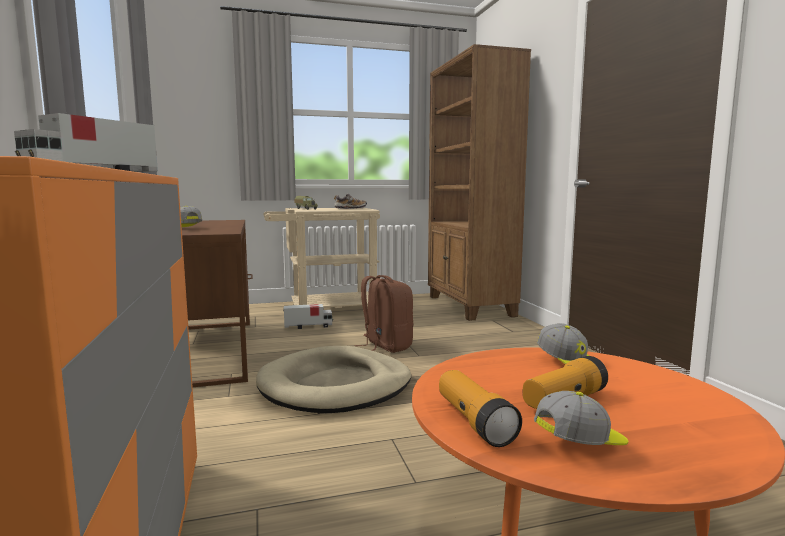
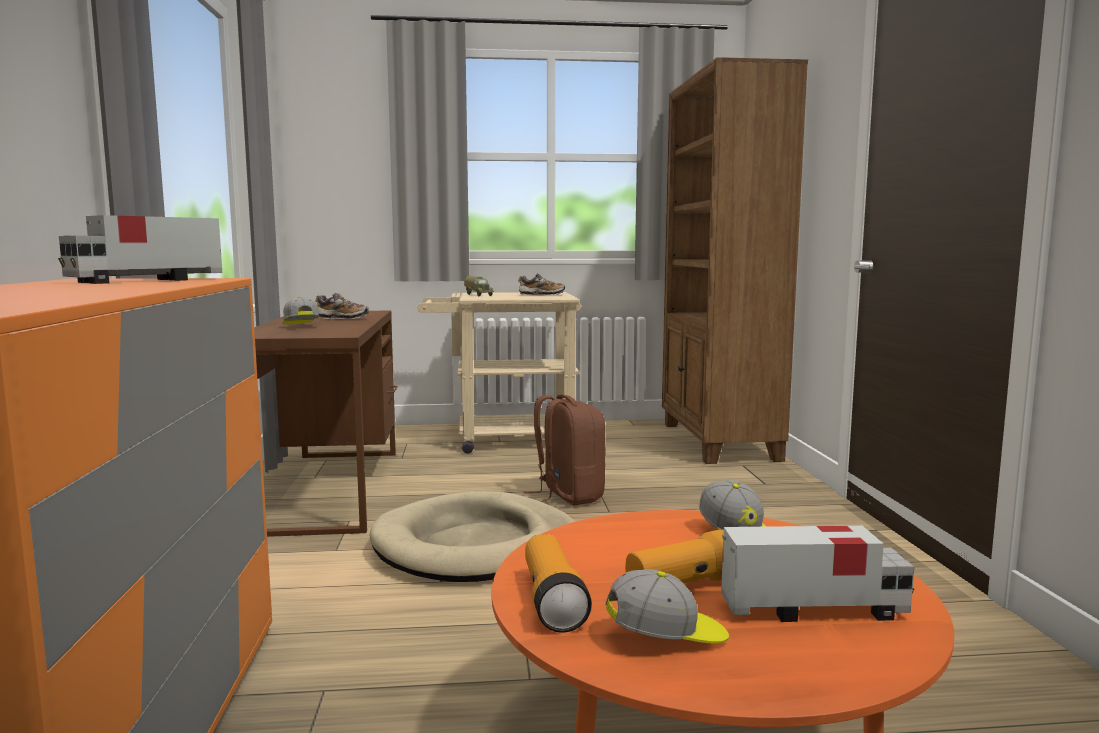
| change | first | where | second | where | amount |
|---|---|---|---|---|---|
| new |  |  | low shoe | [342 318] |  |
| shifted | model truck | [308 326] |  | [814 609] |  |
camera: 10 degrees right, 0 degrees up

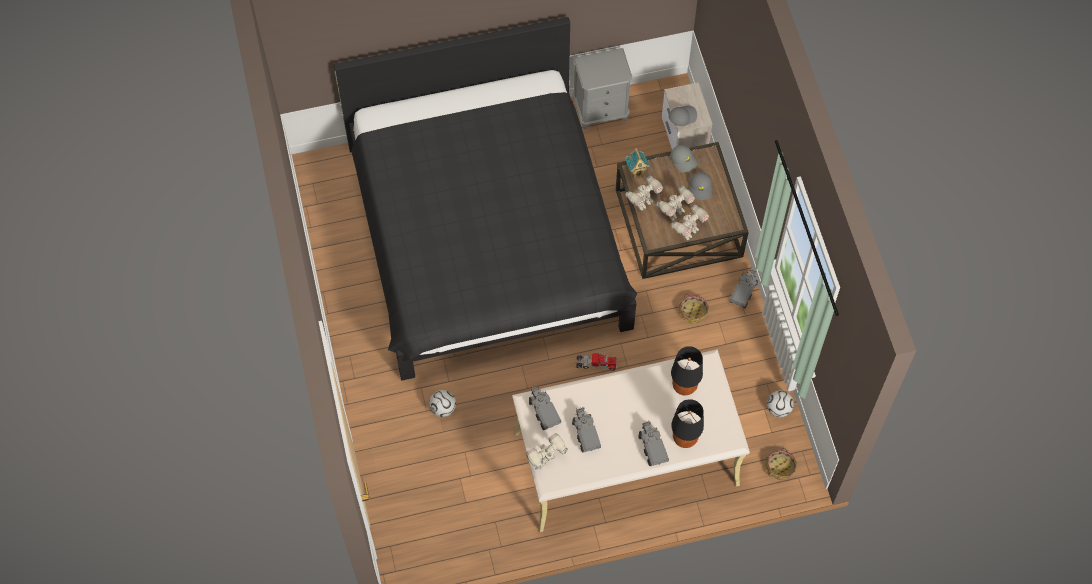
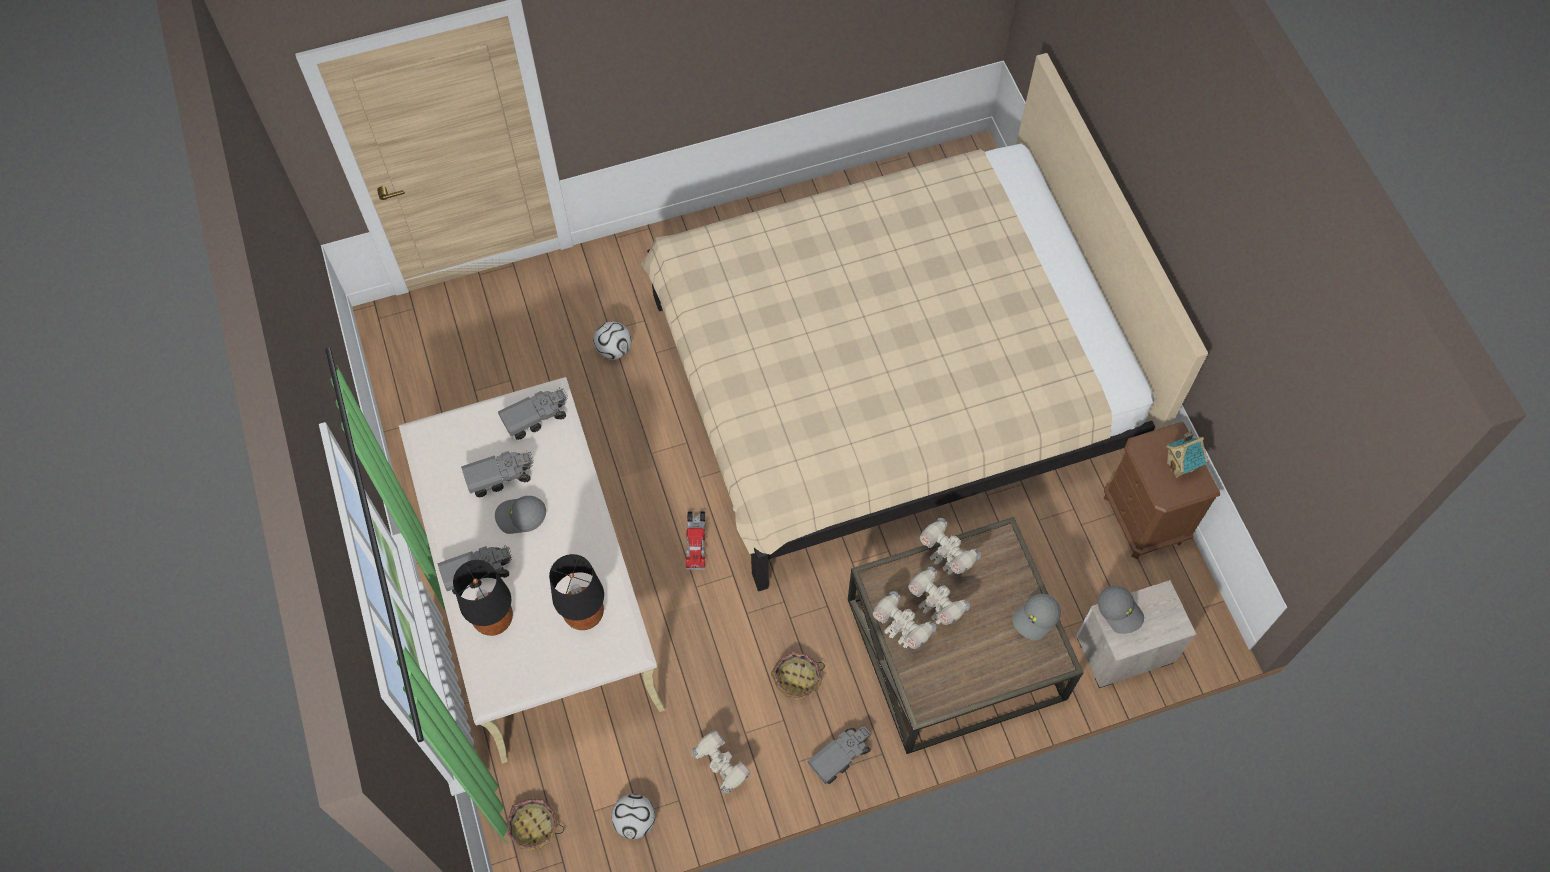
| change | first | where | second | where | amount |
|---|---|---|---|---|---|
| shifted | baseball cap in grey | [700 188] |  | [521 517] |  |
| repainted | bed in black | [486 237] | bed in sand-coloured | [891 378] |  |
| shifted | toy robot | [546 460] |  | [722 770] |  |
| rotated | model truck | [743 292] |  | [840 757] | 60 degrees counterclockwise |
| repainted | bedside table in grey | [601 111] | bedside table in brown-coloured | [1143 519] |  |
| shifted | model house | [636 171] |  | [1180 467] |  |
camera: 85 degrees right, 0 degrees up

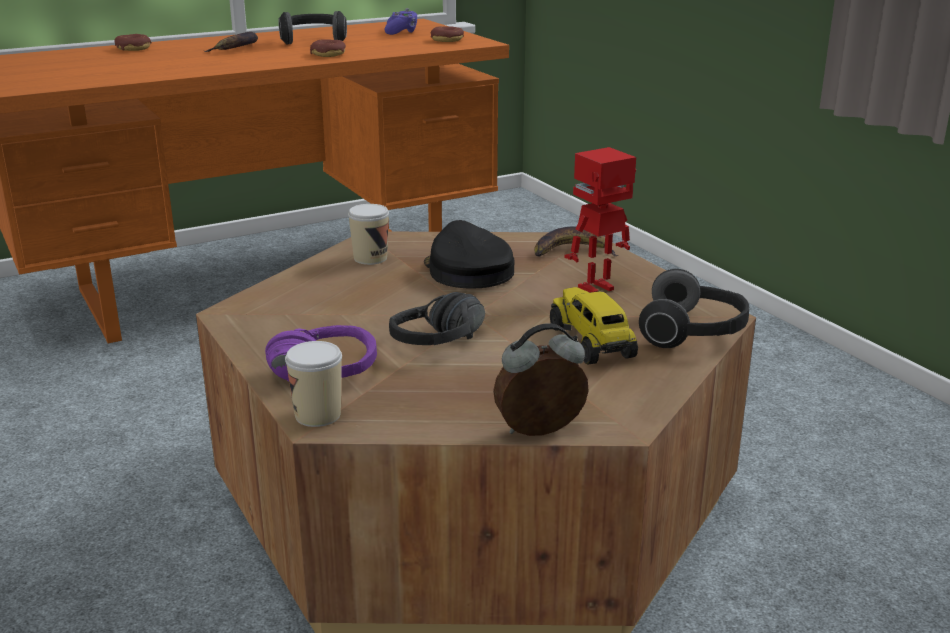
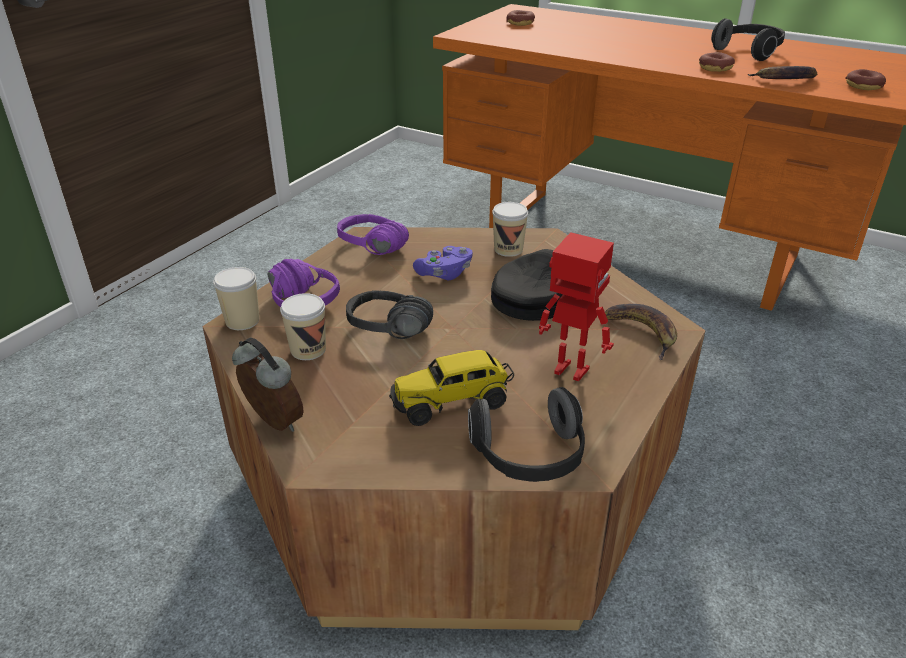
| change | first | where | second | where | amount |
|---|---|---|---|---|---|
| new |  |  | cup | [308 350] |  |
| new |  |  | headset in purplish | [366 250] |  |
| rotated | model truck | [592 343] |  | [452 402] | 150 degrees counterclockwise |
| shifted | game controller in purplish | [401 32] |  | [444 274] |  |
| shifted | ring doughnut | [133 48] |  | [520 23] |  |
| shifted | whole banana | [237 48] |  | [785 80] |  |
camera: 60 degrees right, 10 degrees up

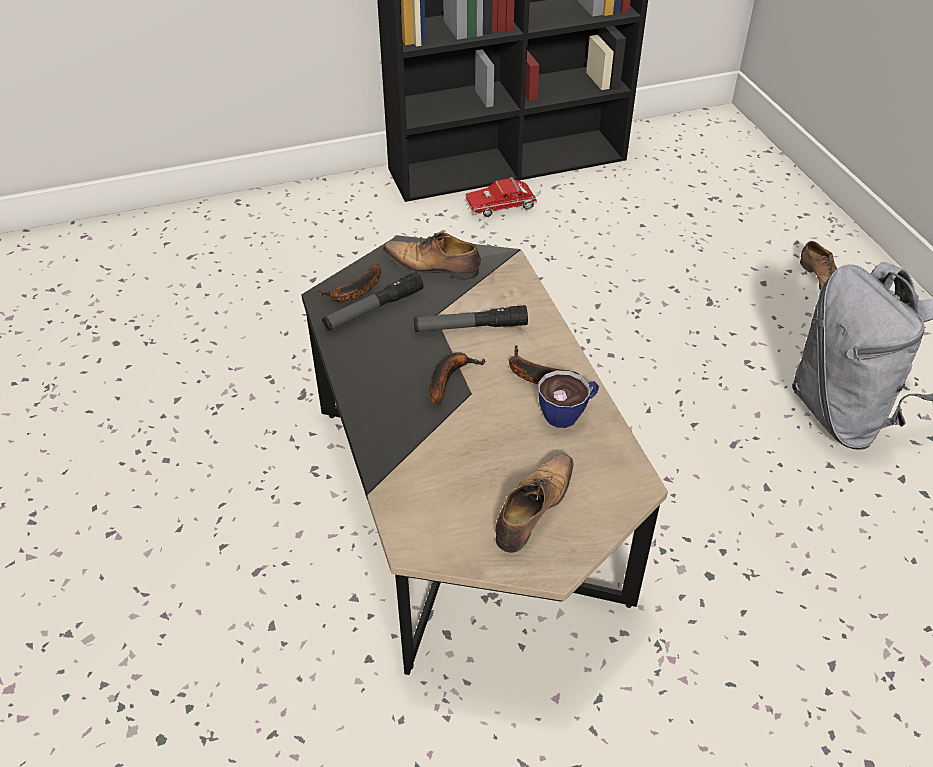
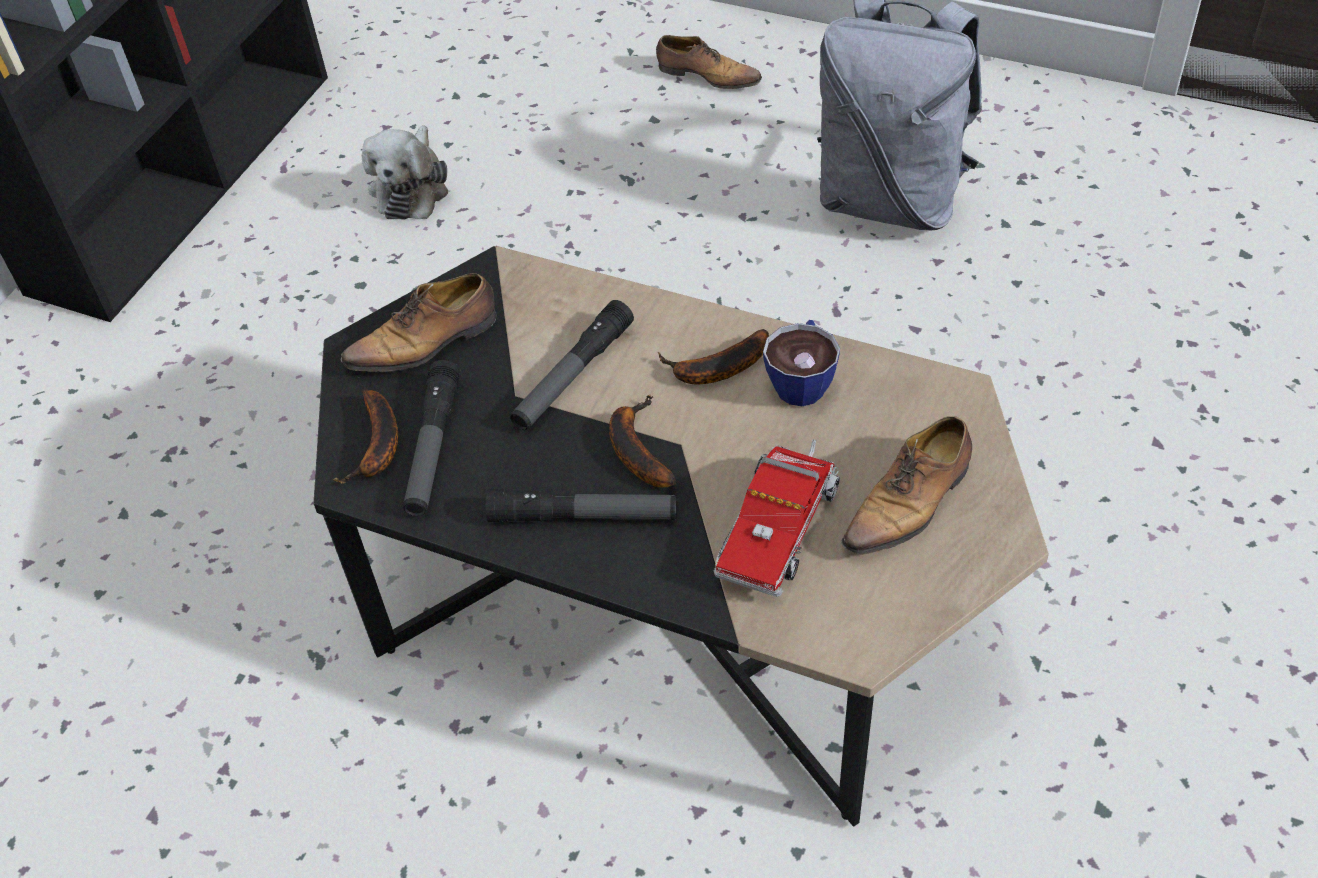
| change | first | where | second | where | amount |
|---|---|---|---|---|---|
| new |  |  | cuddly toy | [411 188] |  |
| new |  |  | hand torch | [583 516] |  |
| shifted | model truck | [504 207] |  | [779 525] |  |
| rotated | low shoe | [533 509] |  | [910 503] | 120 degrees counterclockwise |
camera: 45 degrees left, 5 degrees up

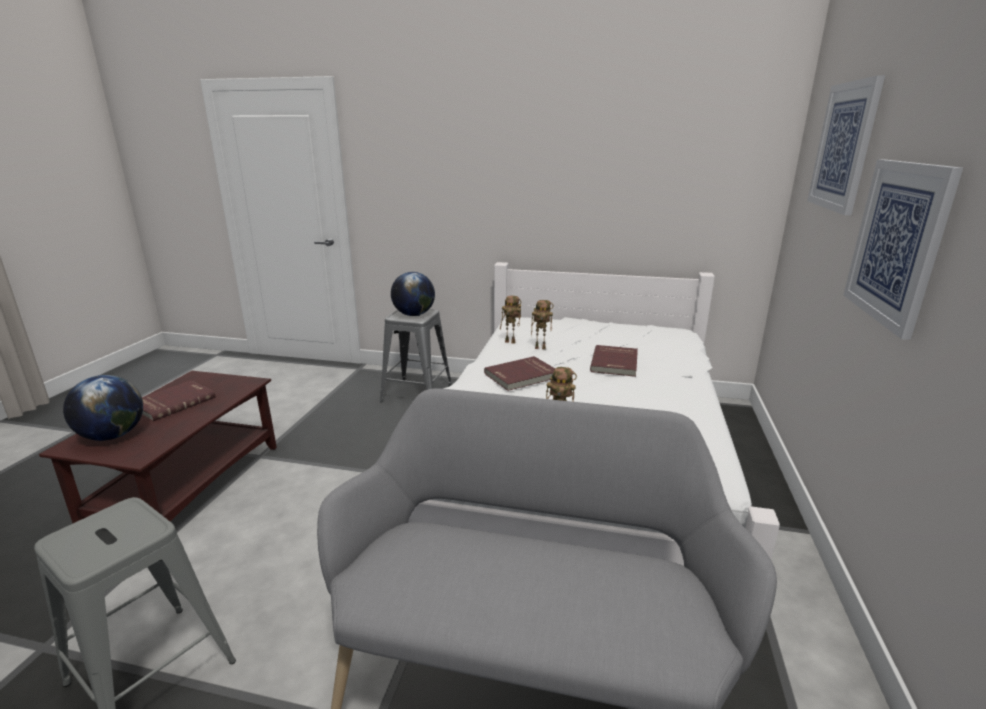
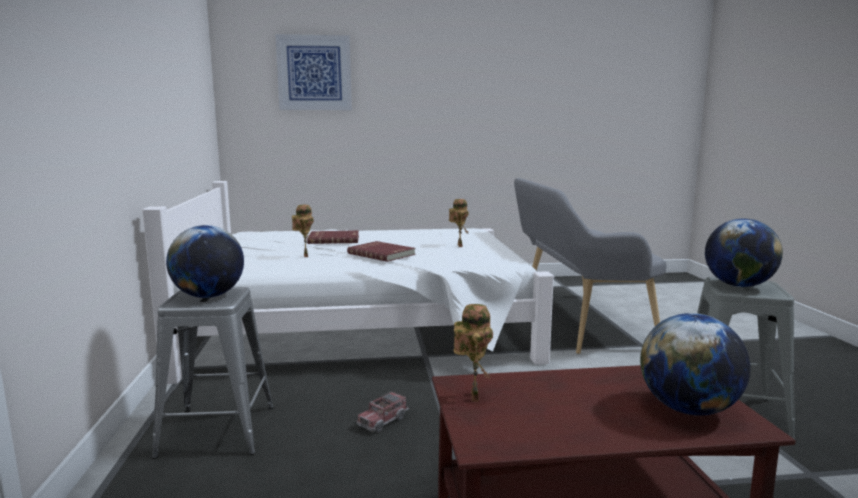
| change | first | where | second | where | amount |
|---|---|---|---|---|---|
| new |  |  | model truck | [383 421] |  |
| shifted | toy robot | [511 342] |  | [472 396] |  |
| new |  |  | globe | [738 285] |  |
| gone | bound book in red | [173 402] |  |  |  |
| gone | wall picture | [896 243] |  |  |  |
camera: 110 degrees left, 10 degrees down

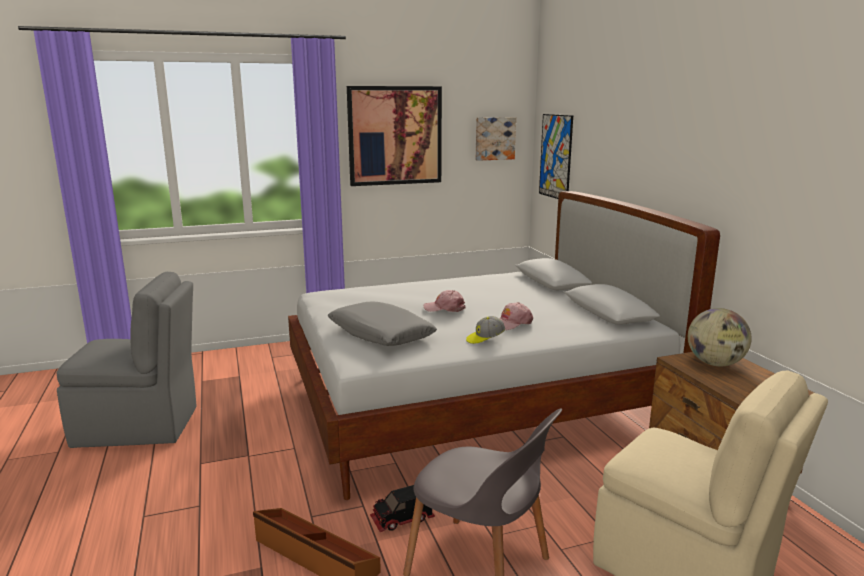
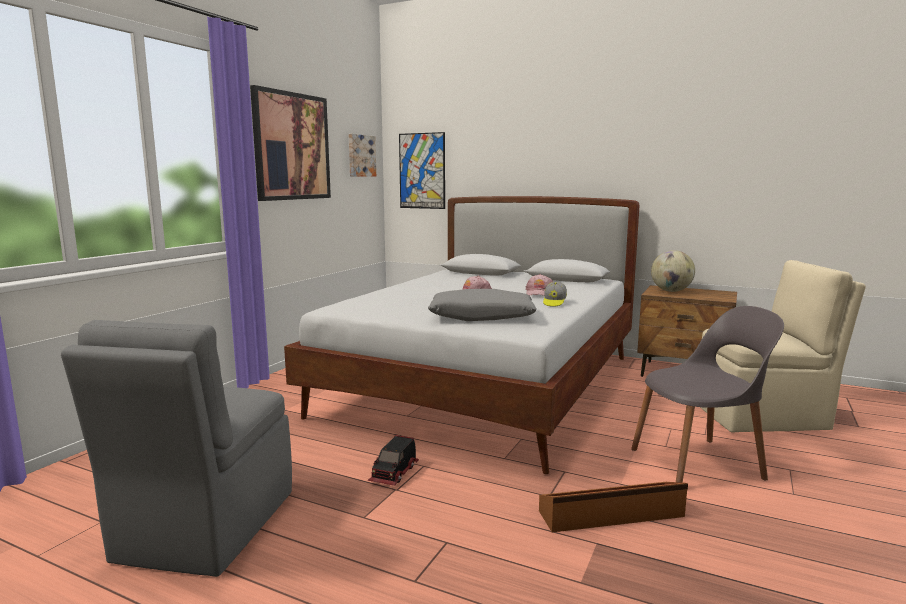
| change | first | where | second | where | amount |
|---|---|---|---|---|---|
| rotated | chair in grey | [140 426] |  | [204 527] | 150 degrees clockwise |
| shifted | model truck | [402 519] |  | [395 473] |  |
camera: 45 degrees left, 5 degrees down

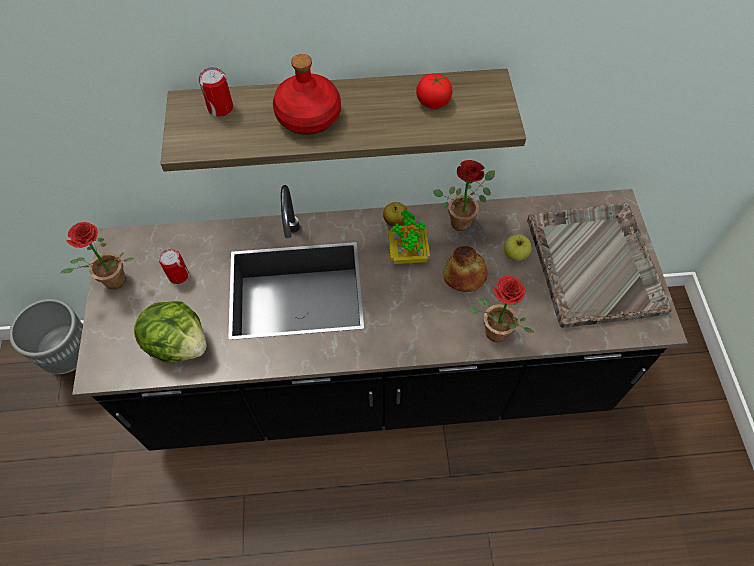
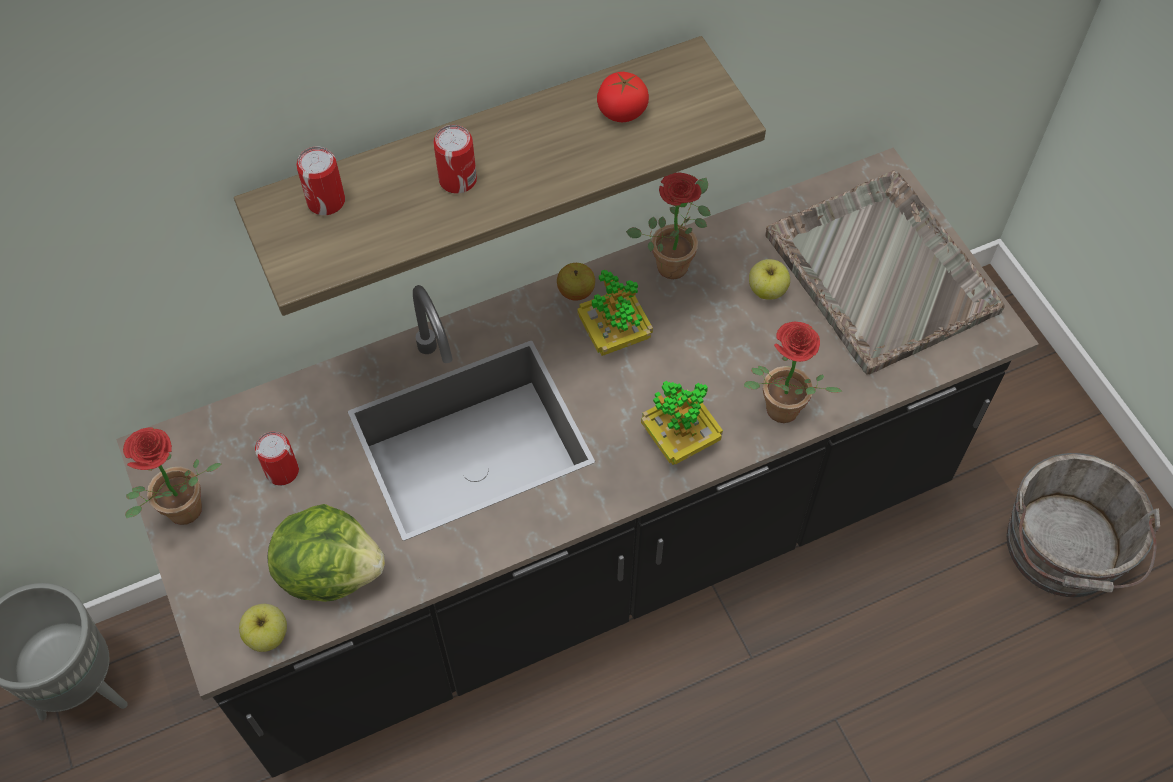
| change | first | where | second | where | amount |
|---|---|---|---|---|---|
| new |  |  | apple fruit | [268 635] |  |
| swapped | bottle in red | [307 116] | metal can | [458 180] |  |
| new |  |  | plant in a pot | [680 439] |  |
| new |  |  | pail in grey | [1063 551] |  |
| gone | bakery bread | [464 275] |  |  |  |
camera: 20 degrees left, 0 degrees up

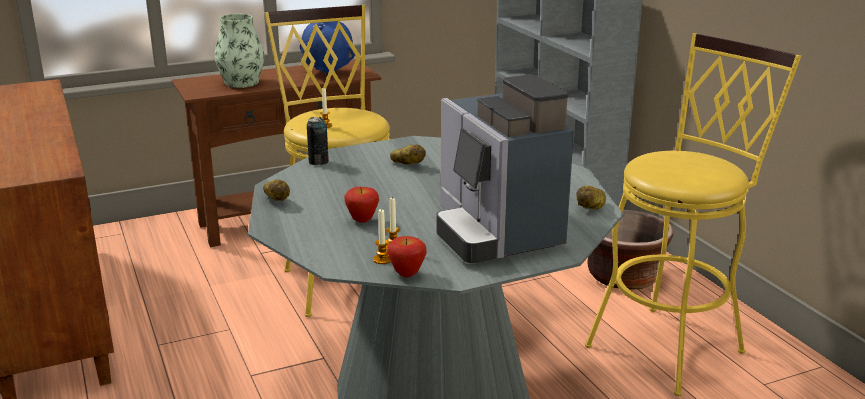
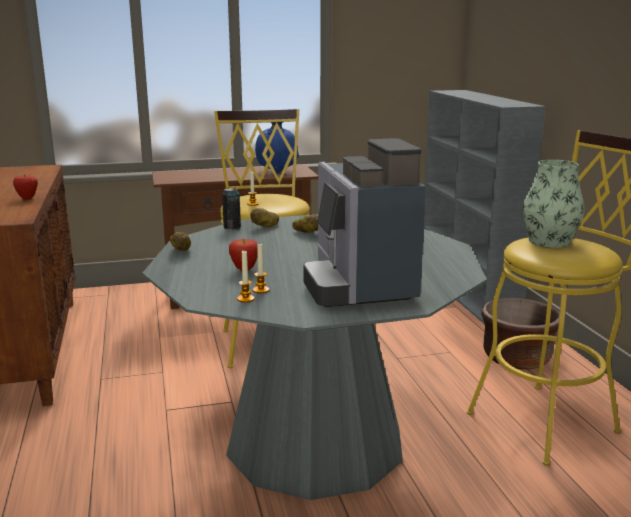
| change | first | where | second | where | amount |
|---|---|---|---|---|---|
| shifted | apple fruit | [407 274] |  | [27 198] |  |
| shifted | spud | [591 208] |  | [265 226] |  |
| shifted | decorative vase | [242 83] |  | [549 241] |  |
camera: 10 degrees right, 5 degrees down

